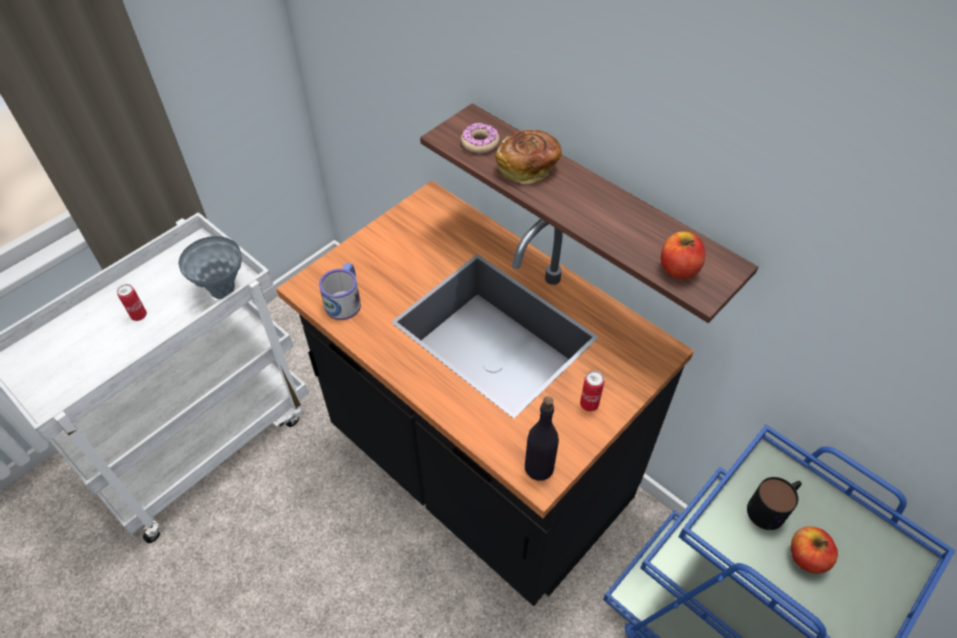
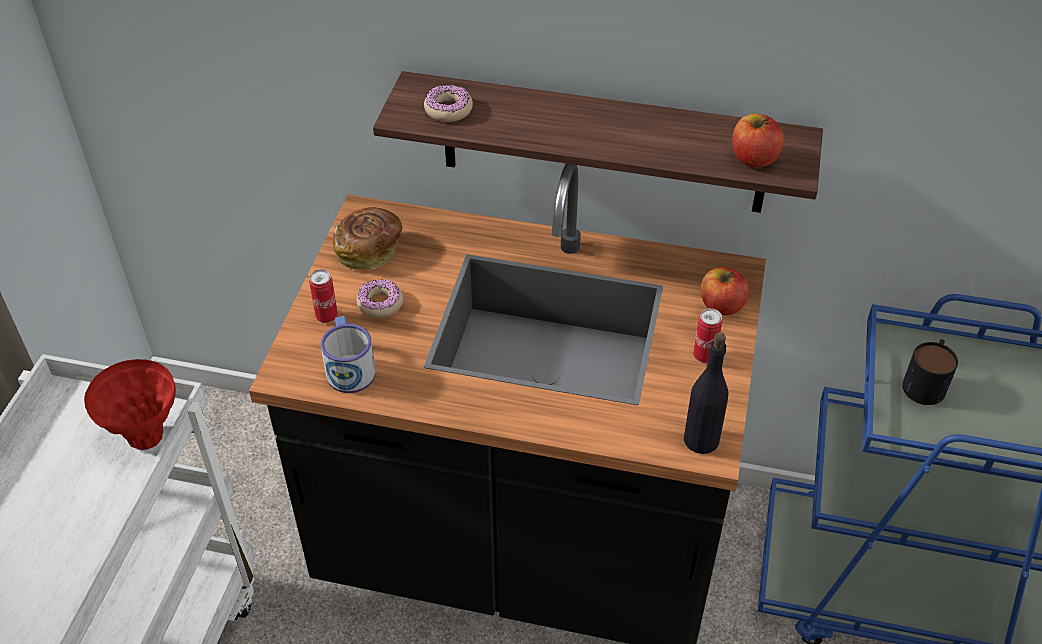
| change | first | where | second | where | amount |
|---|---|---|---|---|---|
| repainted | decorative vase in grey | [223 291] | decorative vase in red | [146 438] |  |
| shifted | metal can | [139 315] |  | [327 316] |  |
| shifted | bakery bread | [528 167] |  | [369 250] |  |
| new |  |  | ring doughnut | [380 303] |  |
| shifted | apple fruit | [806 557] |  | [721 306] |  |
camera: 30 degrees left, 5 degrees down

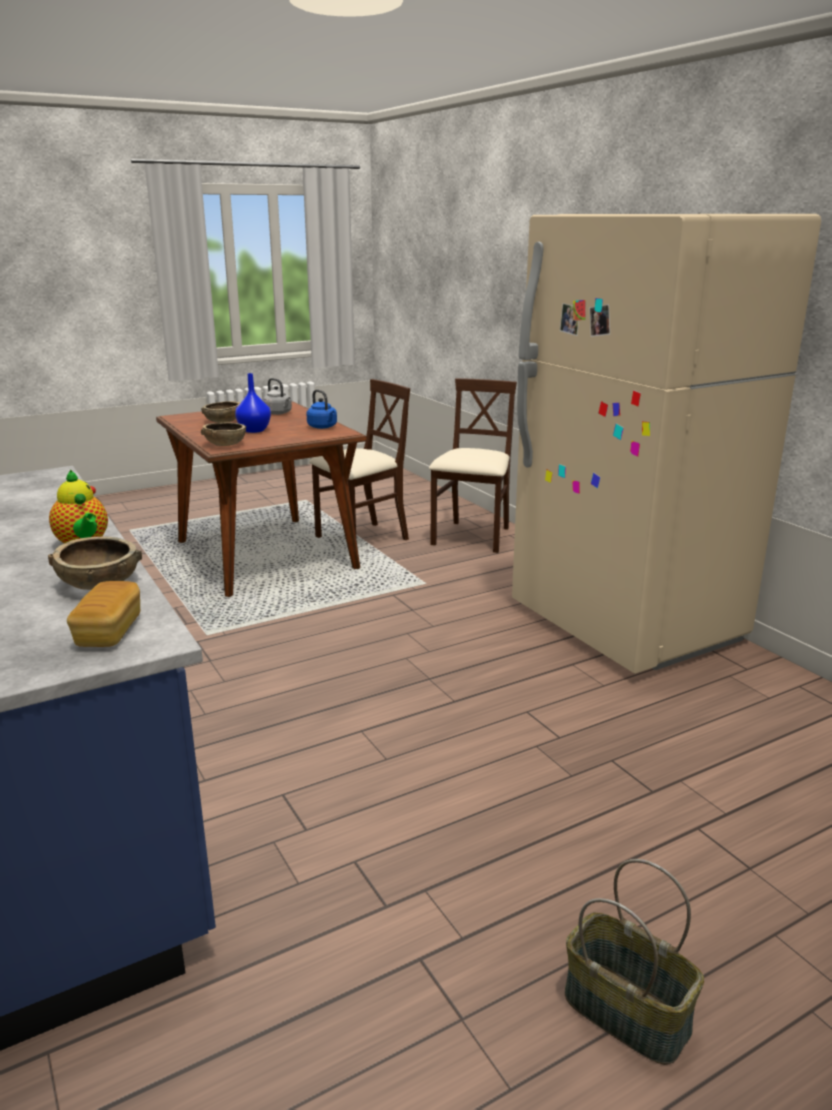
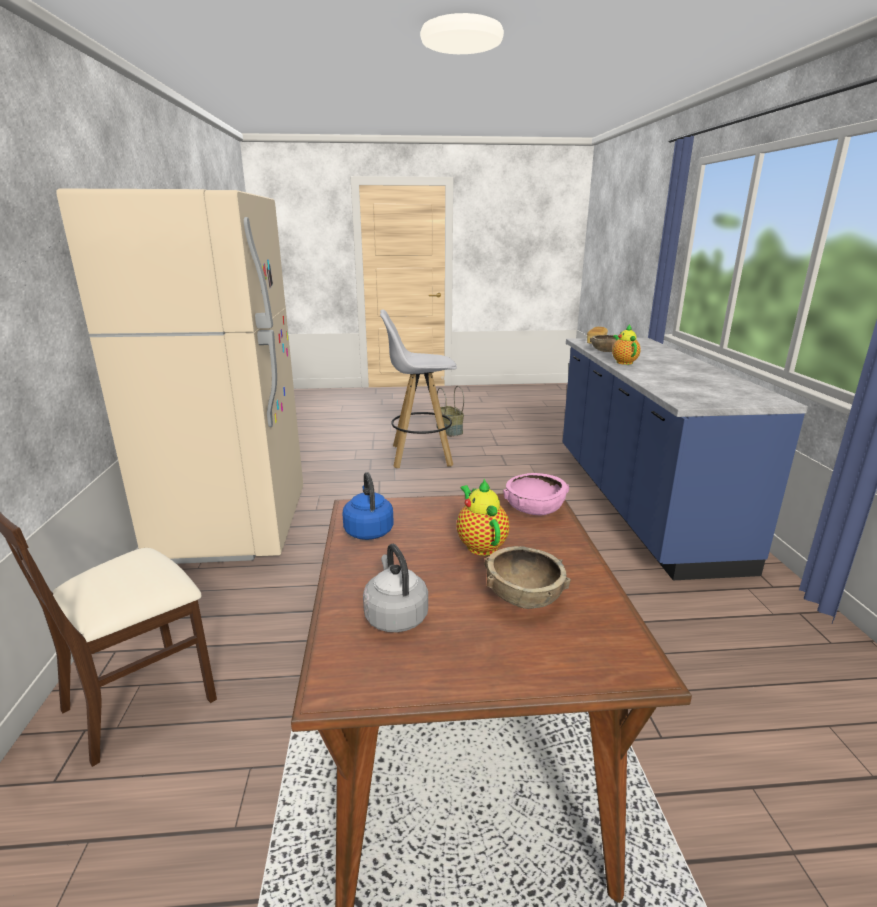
| change | first | where | second | where | amount |
|---|---|---|---|---|---|
| new |  |  | stool seat in white | [420 456] |  |
| swapped | decorative vase in blue-coloured | [253 430] | pot for tea | [480 544] |  |
| repainted | bowl in brown-coloured | [225 445] | bowl in pinkish | [534 509] |  |
| gone | chair in sand-coloured | [362 539] |  |  |  |
camera: 155 degrees left, 0 degrees up

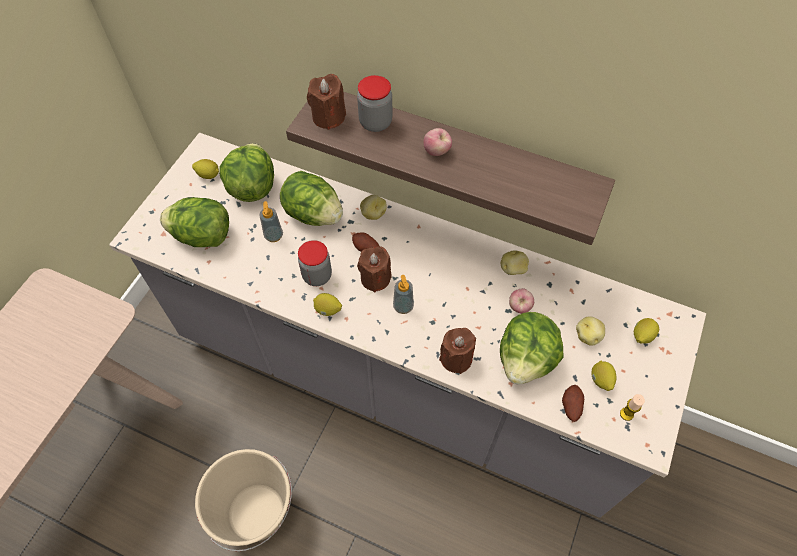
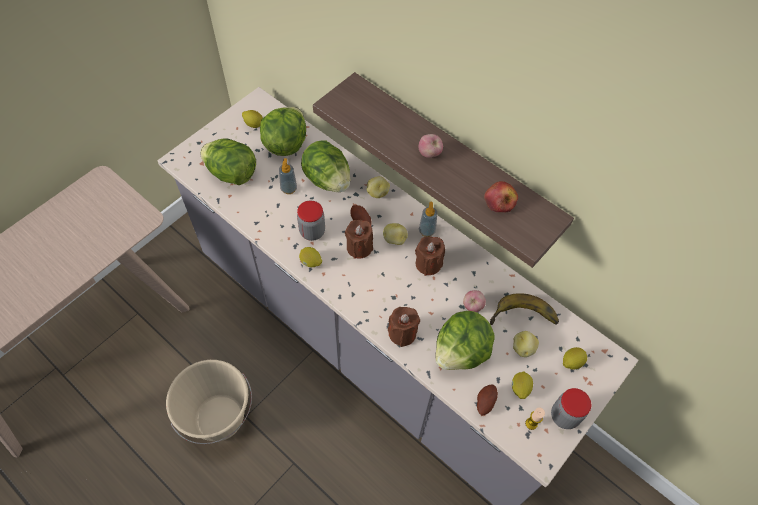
| change | first | where | second | where | amount |
|---|---|---|---|---|---|
| shifted | spud | [513 269] |  | [395 239] |  |
| shifted | wax candle in brown-coloured | [328 117] |  | [428 264] |  |
| shifted | soap dispenser | [403 306] |  | [427 231] |  |
| new |  |  | apple fruit | [499 201] |  |
| new |  |  | whole banana | [524 320] |  |
| shifted | jar | [375 122] |  | [564 416] |  |
camera: 15 degrees right, 0 degrees up

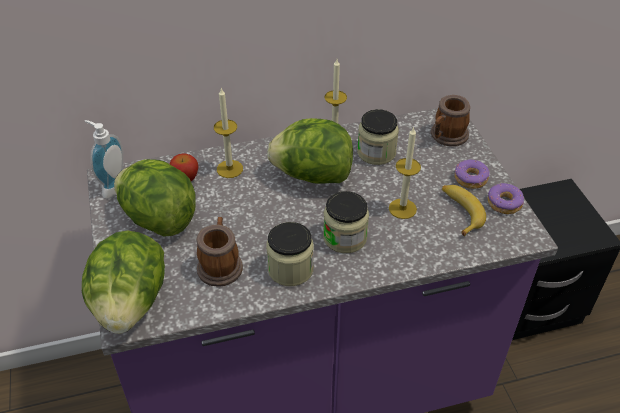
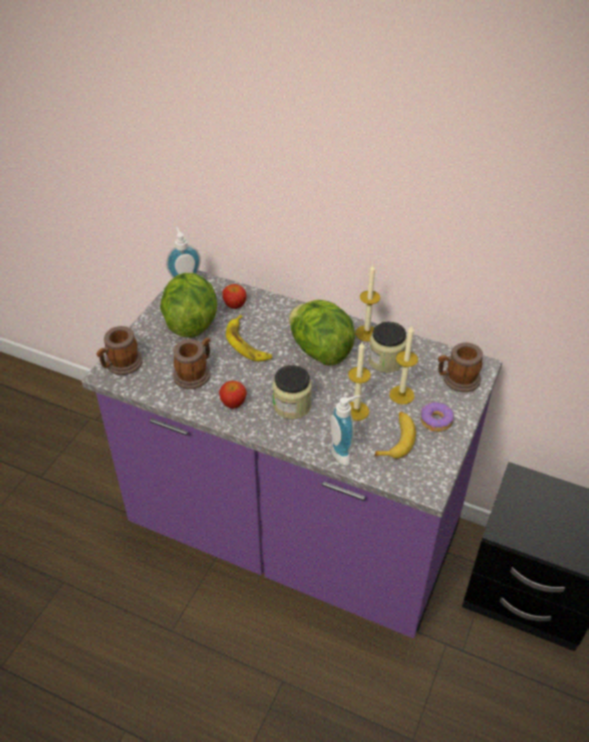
| change | first | where | second | where | amount |
|---|---|---|---|---|---|
| swapped | lettuce head | [130 304] | mug | [121 365] |  |
| swapped | jar | [290 269] | apple fruit | [233 403] |  |
| new |  |  | whole banana | [247 344] |  |
| new |  |  | soap dispenser | [344 452] |  |
| shifted | wax candle | [229 169] |  | [401 395] |  |
| gone | ring doughnut | [504 203] |  |  |  |
camera: 40 degrees right, 0 degrees up

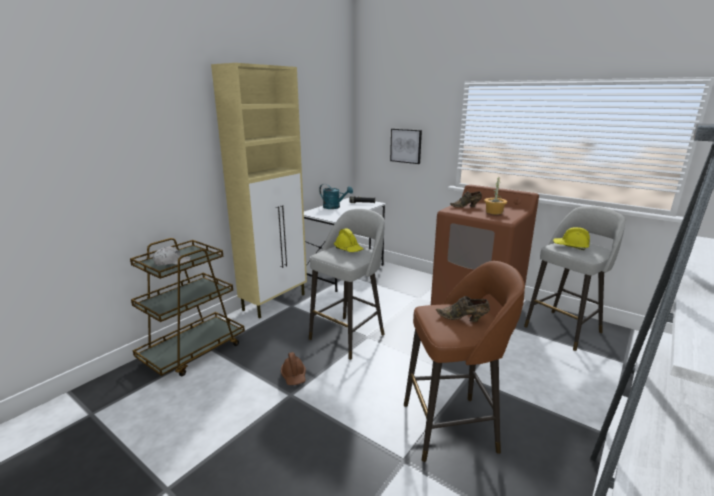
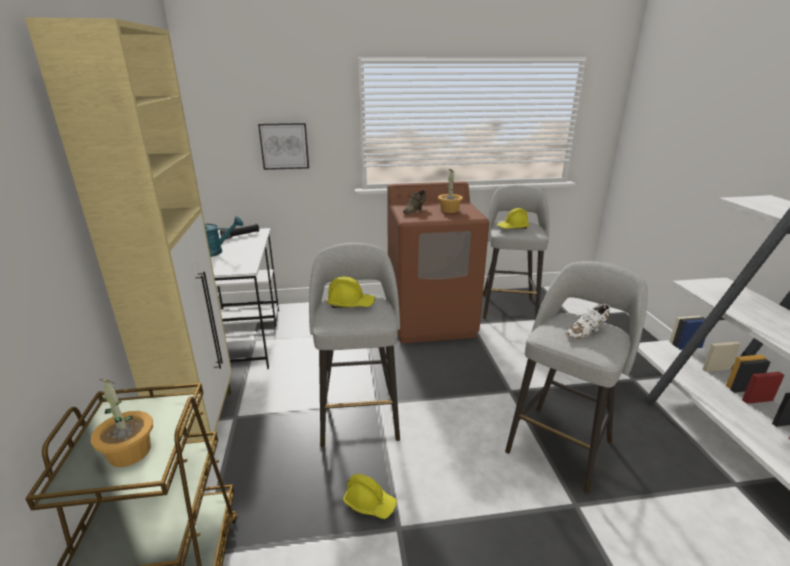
| change | first | where | second | where | amount |
|---|---|---|---|---|---|
| swapped | baseball cap in white | [172 262] | plant in a pot | [129 452] |  |
| repainted | work helmet in brown-coloured | [294 376] | work helmet in yellow-coloured | [370 503] |  |
| repainted | stool seat in brown-coloured | [452 427] | stool seat in grey | [561 445] |  |
| repainted | low shoe in brown-coloured | [463 319] | low shoe in white | [587 332] |  |
camera: 45 degrees left, 5 degrees up

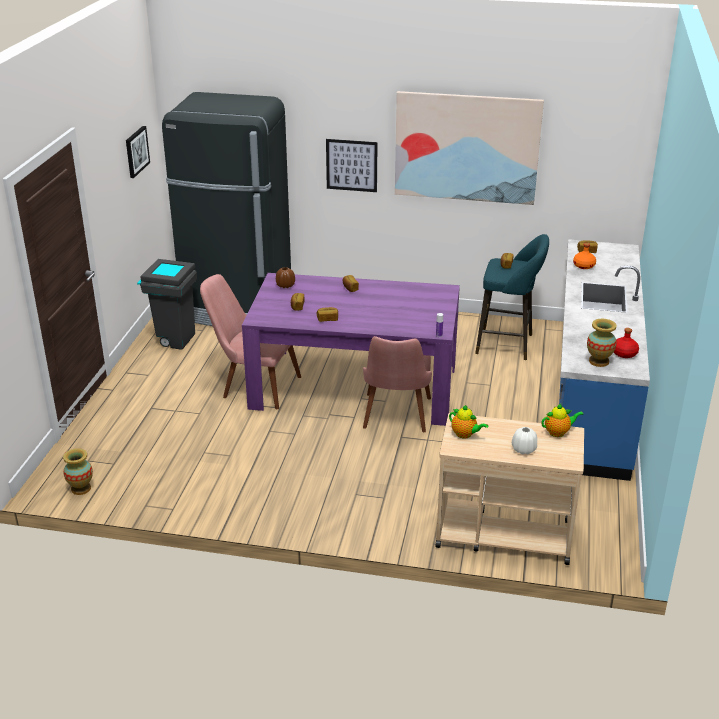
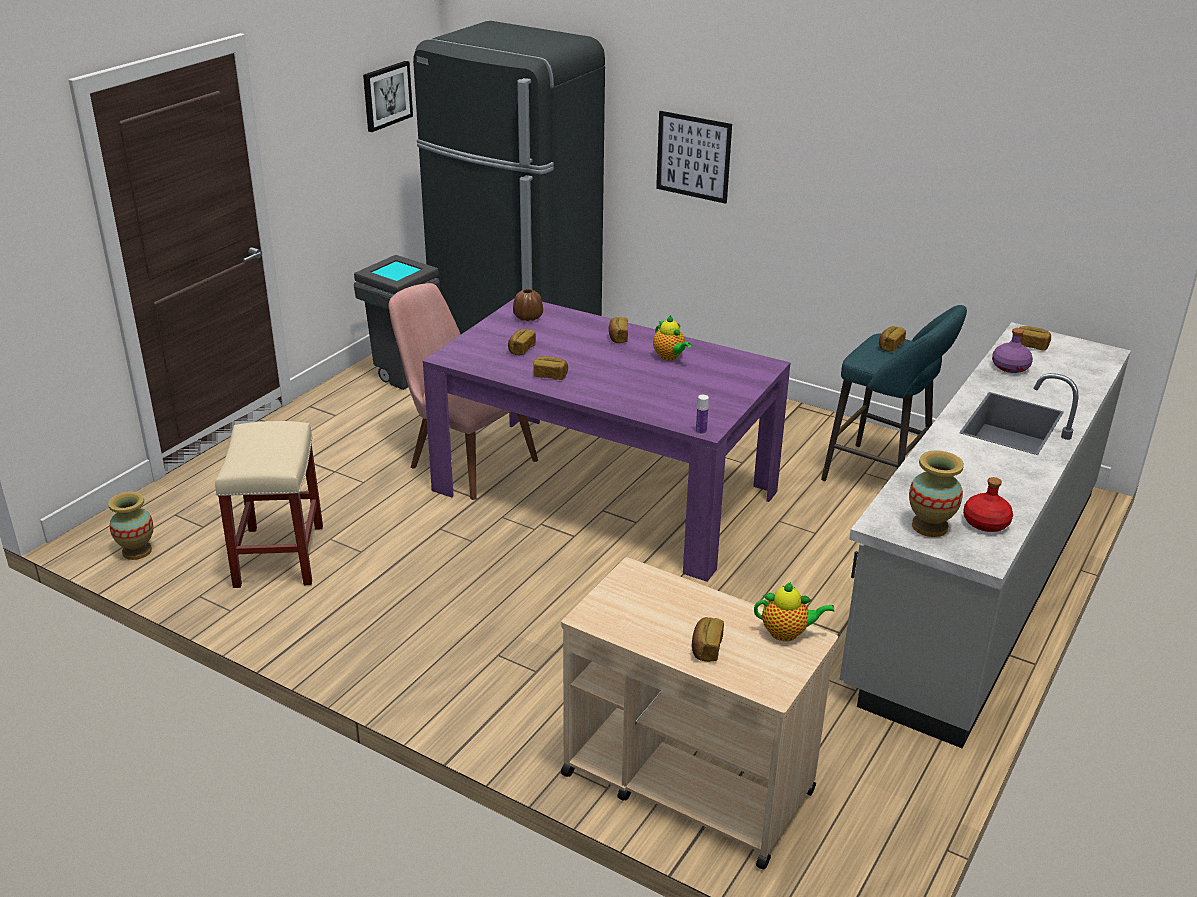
| change | first | where | second | where | amount |
|---|---|---|---|---|---|
| new |  |  | stool seat in sand-coloured | [279 555] |  |
| shifted | pot for tea | [465 435] |  | [670 357] |  |
| swapped | decorative vase in white | [524 449] | bakery bread | [706 648] |  |
| repainted | kitchen base unit in blue-coloured | [590 395] | kitchen base unit in grey | [974 585] |  |
| repainted | bottle in orangey | [584 266] | bottle in purplish | [1010 367] |  |
| gone | chair in pinkish | [396 418] |  |  |  |
| gone | wall picture | [466 147] |  |  |  |
camera: 20 degrees right, 0 degrees up

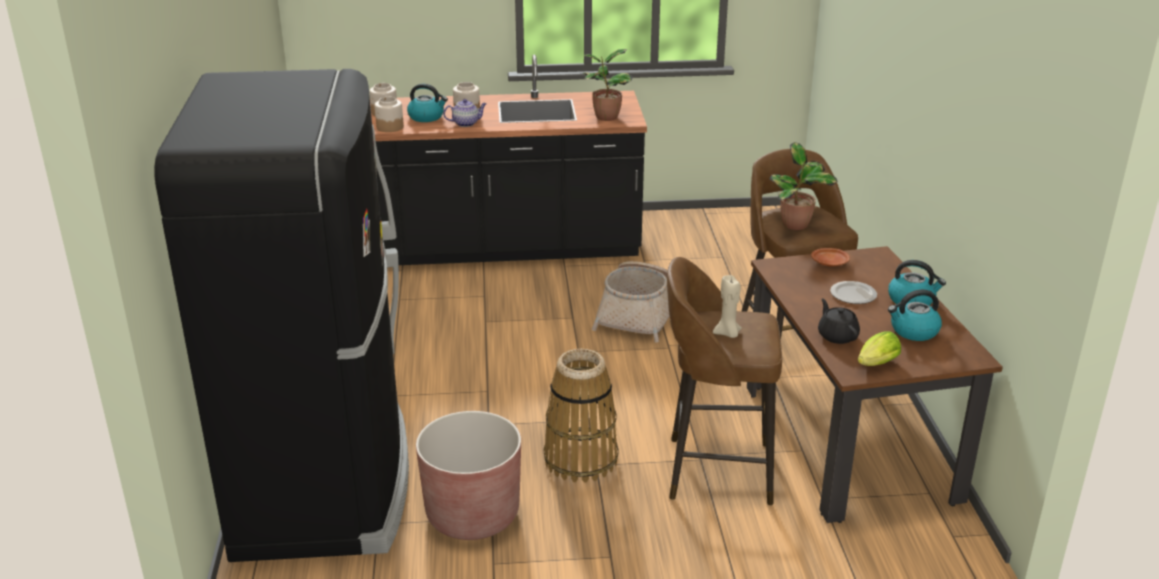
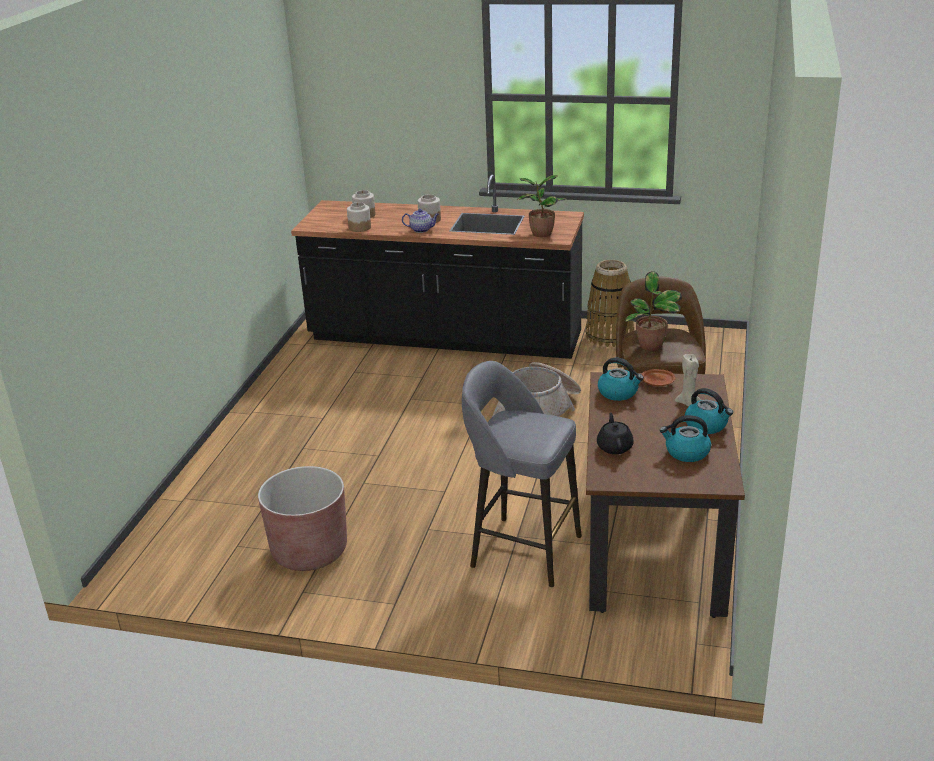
| change | first | where | second | where | amount |
|---|---|---|---|---|---|
| repainted | stool seat in brown-coloured | [715 470] | stool seat in grey | [522 550] |  |
| shifted | storage basket | [580 459] |  | [609 335] |  |
| shifted | tea kettle | [427 117] |  | [618 392] |  |
| shifted | wax candle in sand-coloured | [728 333] |  | [688 403] |  |
| gone | fridge in black | [325 483] |  |  |  |
| gone | plate | [853 294] |  |  |  |
| gone | lettuce head | [875 365] |  |  |  |
camera: 20 degrees right, 0 degrees up

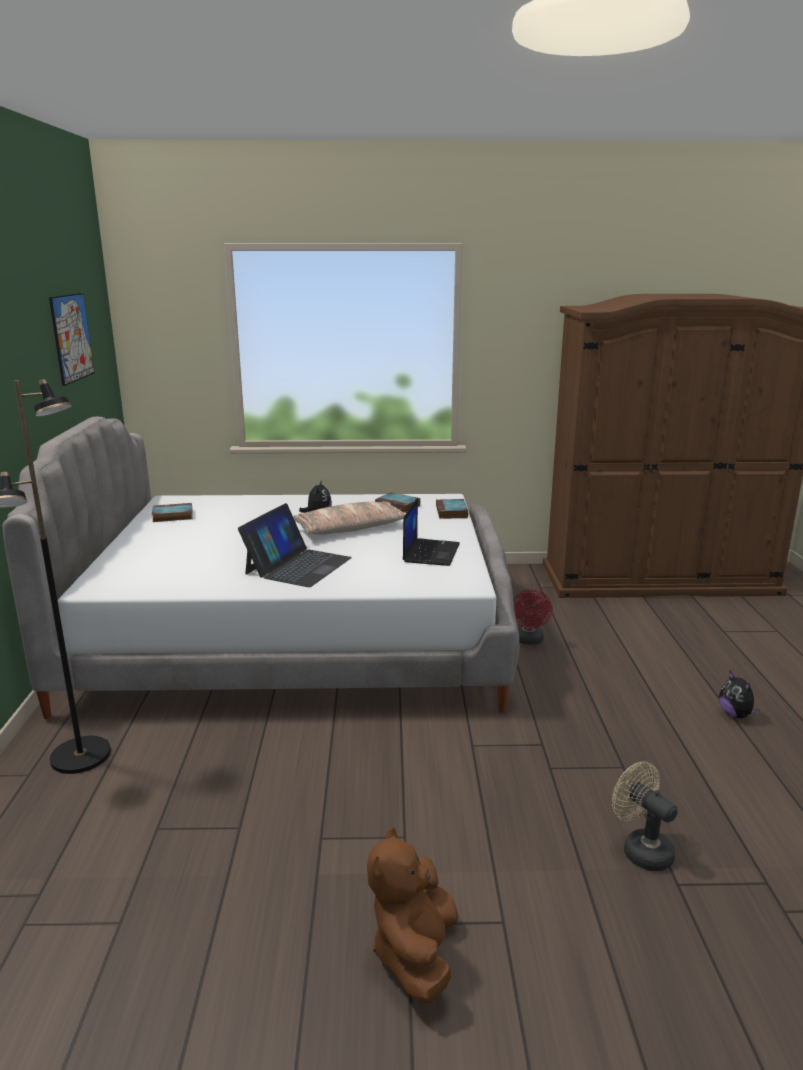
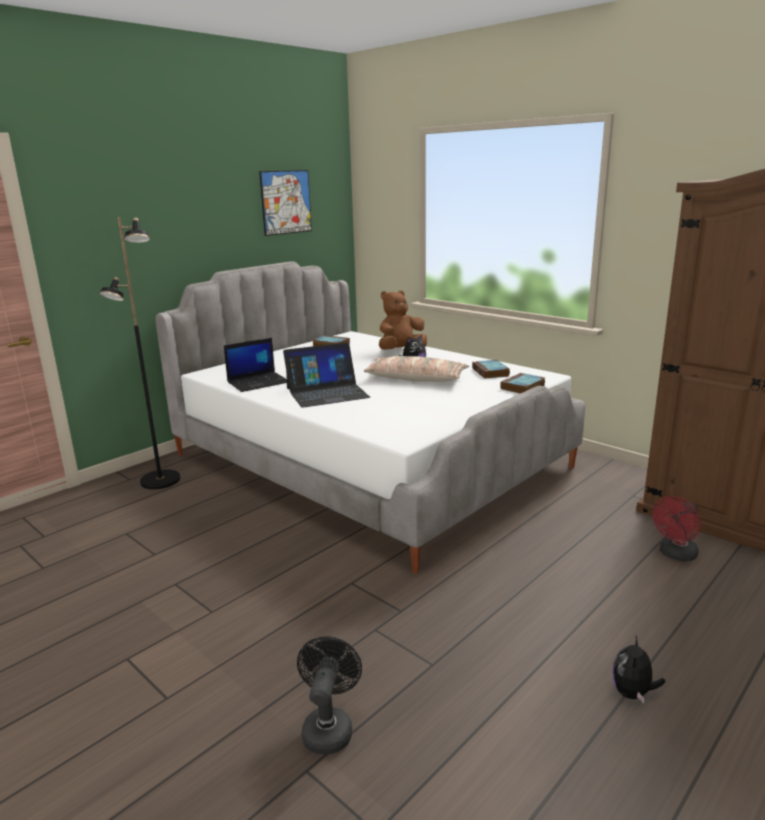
| change | first | where | second | where | amount |
|---|---|---|---|---|---|
| shifted | portable computer | [430 552] |  | [259 382] |  |
| repainted | cooling fan in sand-coloured | [641 849] | cooling fan in black | [329 727] |  |
| shifted | cuddly toy in brown-coloured | [415 954] |  | [401 350] |  |
| shifted | cooling fan in red | [528 641] |  | [675 555] |  |
camera: 45 degrees right, 0 degrees up

